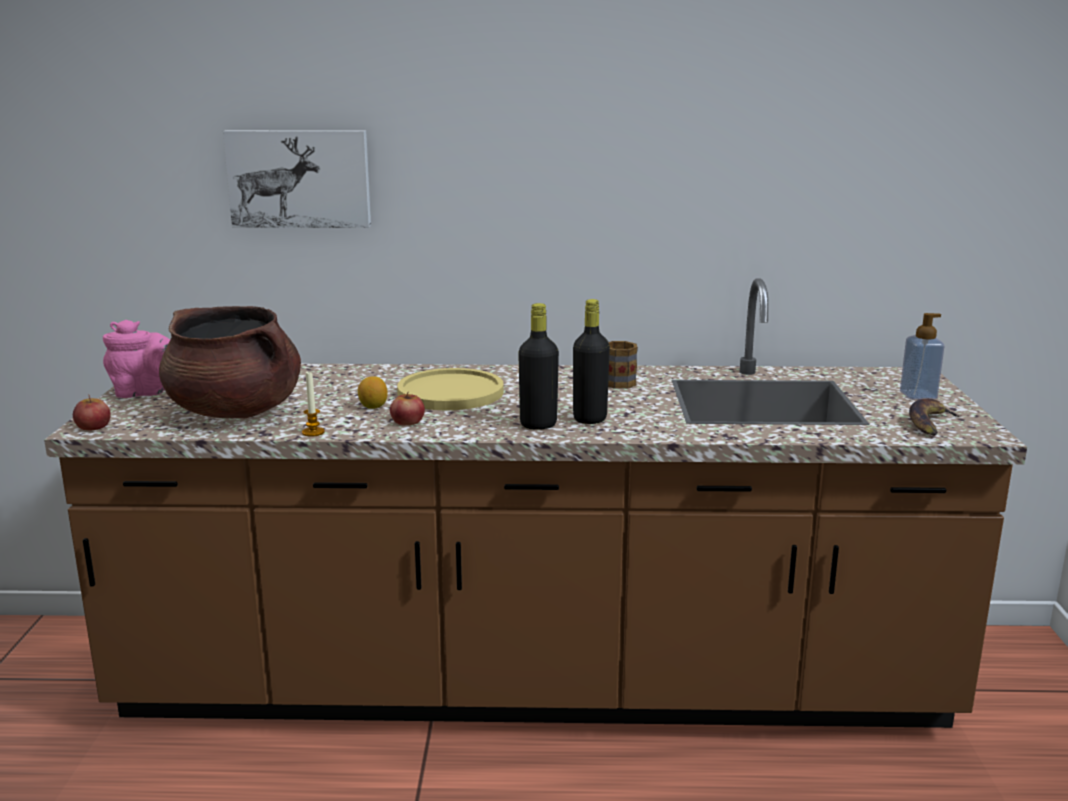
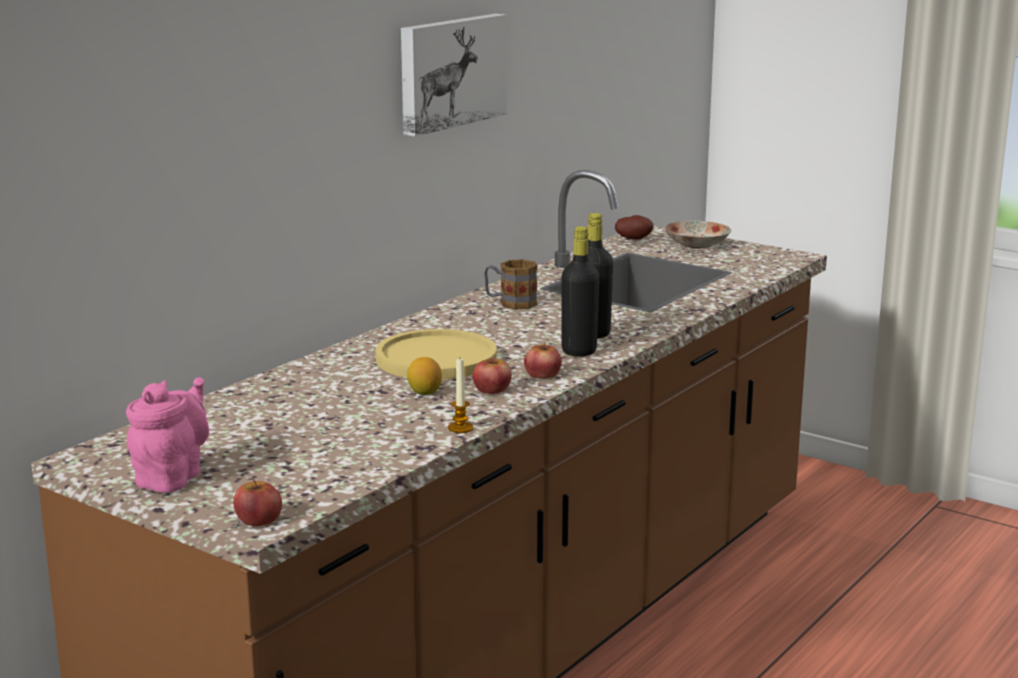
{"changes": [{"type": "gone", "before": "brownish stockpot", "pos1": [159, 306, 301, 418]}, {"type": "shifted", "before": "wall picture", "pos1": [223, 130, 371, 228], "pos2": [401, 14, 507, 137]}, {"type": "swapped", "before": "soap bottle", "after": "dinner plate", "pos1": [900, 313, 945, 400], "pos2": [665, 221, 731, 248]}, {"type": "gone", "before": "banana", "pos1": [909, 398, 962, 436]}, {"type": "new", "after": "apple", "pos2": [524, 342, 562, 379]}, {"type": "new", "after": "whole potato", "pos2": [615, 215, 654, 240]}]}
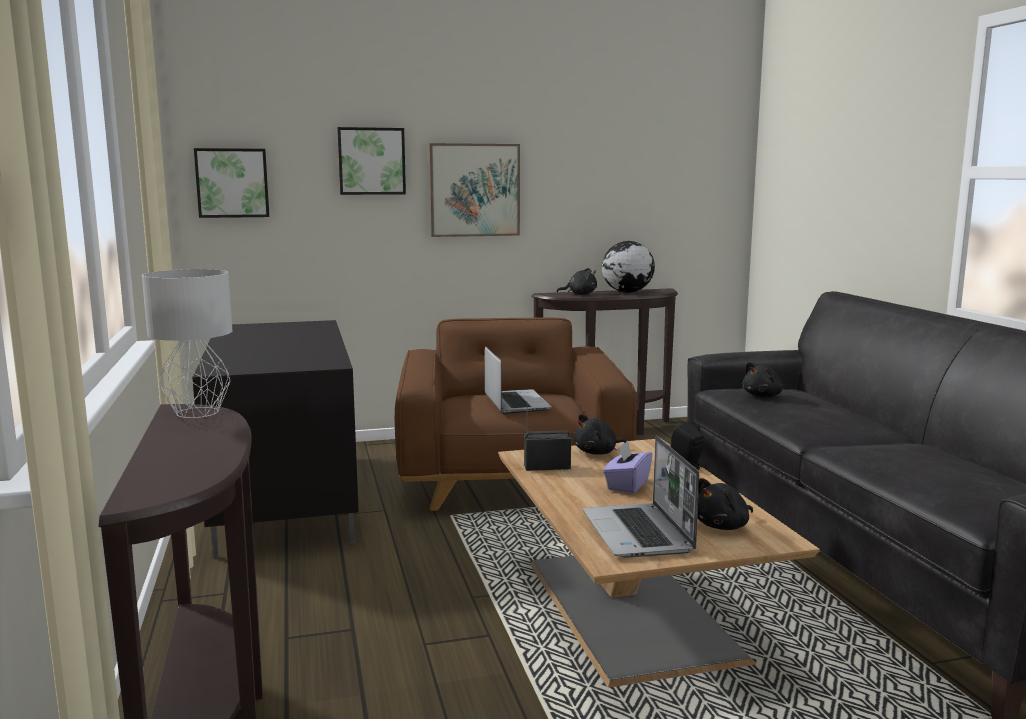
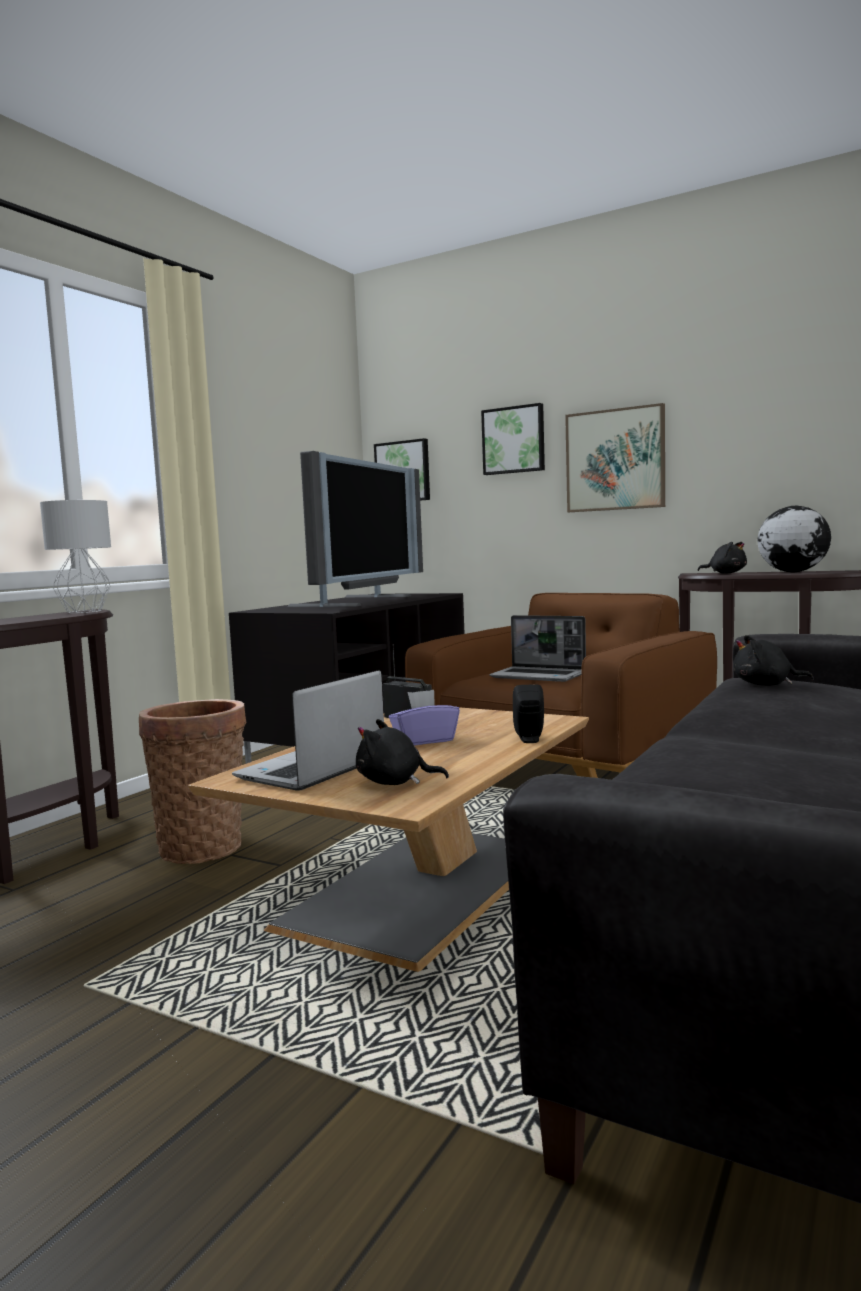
{"changes": [{"type": "rotated", "before": "portable computer", "pos1": [485, 346, 552, 414], "pos2": [489, 615, 586, 682], "turn": 90}, {"type": "gone", "before": "blackish soft toy", "pos1": [574, 414, 627, 455]}, {"type": "new", "after": "storage basket", "pos2": [139, 699, 246, 864]}, {"type": "new", "after": "TV set", "pos2": [288, 451, 423, 607]}]}
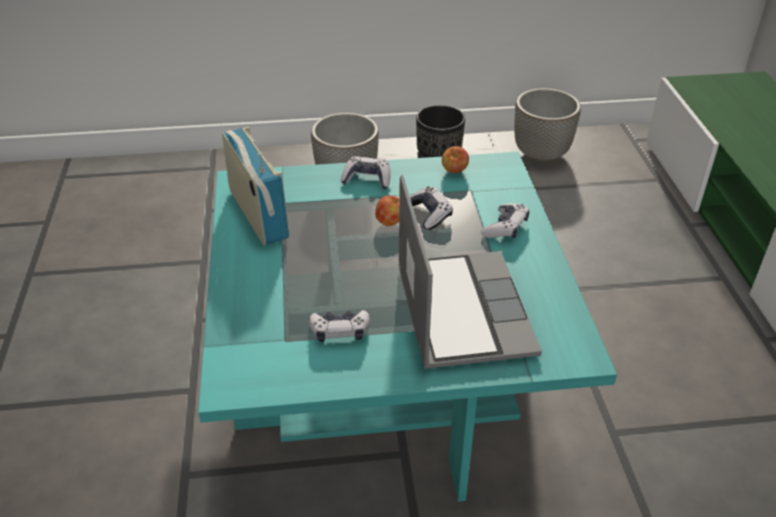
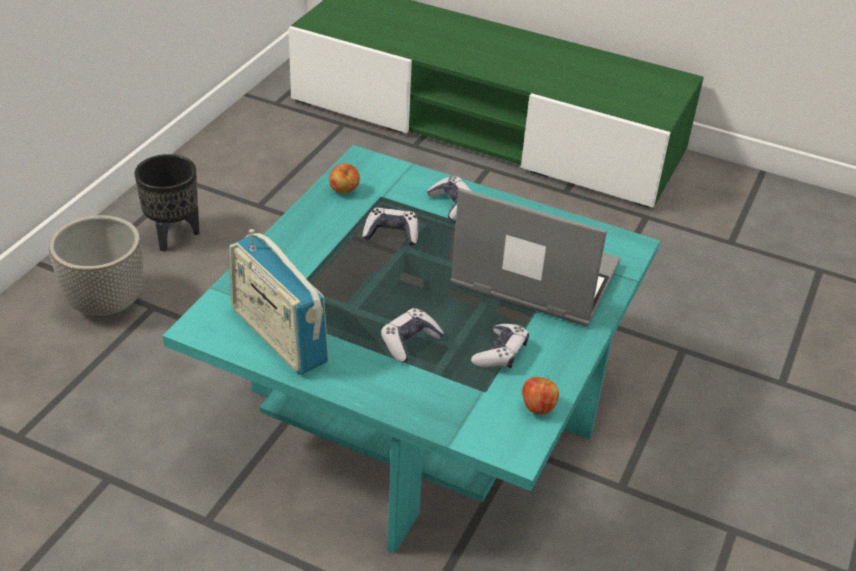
{"changes": [{"type": "rotated", "before": "radio set", "pos1": [222, 127, 289, 245], "pos2": [229, 229, 329, 375], "turn": -135}, {"type": "shifted", "before": "joypad", "pos1": [341, 156, 391, 189], "pos2": [381, 308, 444, 363]}, {"type": "shifted", "before": "apple", "pos1": [375, 195, 399, 226], "pos2": [522, 377, 559, 414]}, {"type": "gone", "before": "flower pot", "pos1": [514, 88, 581, 163]}]}
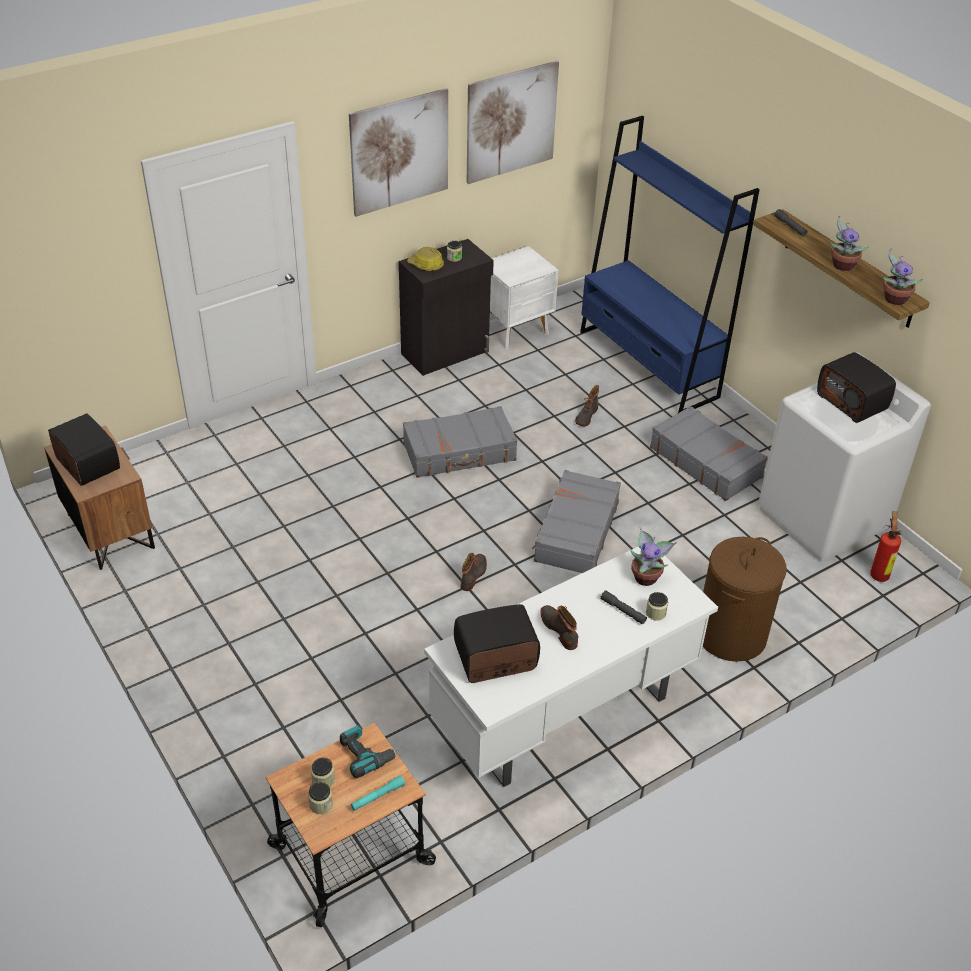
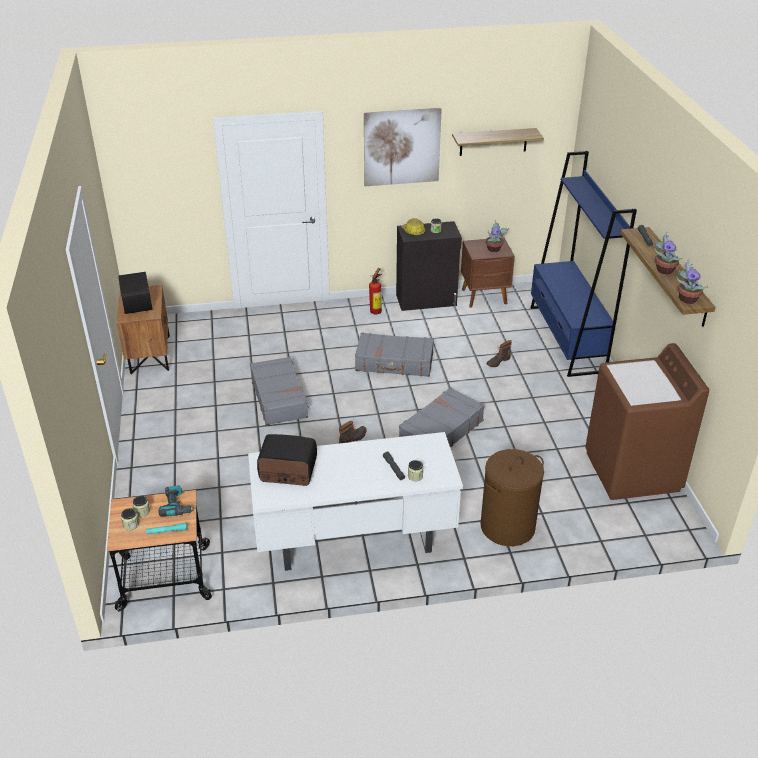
{"changes": [{"type": "swapped", "before": "wall picture", "after": "shelf", "pos1": [467, 61, 559, 184], "pos2": [452, 128, 544, 156]}, {"type": "repainted", "before": "white-coloured bedside table", "after": "brownish bedside table", "pos1": [490, 246, 559, 350], "pos2": [461, 237, 515, 308]}, {"type": "gone", "before": "boot", "pos1": [540, 605, 578, 650]}, {"type": "shifted", "before": "plant in a pot", "pos1": [630, 527, 677, 586], "pos2": [486, 220, 509, 252]}, {"type": "shifted", "before": "greyish piece of luggage", "pos1": [650, 406, 768, 501], "pos2": [250, 356, 310, 425]}, {"type": "repainted", "before": "white-coloured washing machine", "after": "brownish washing machine", "pos1": [758, 352, 931, 562], "pos2": [585, 343, 709, 500]}, {"type": "gone", "before": "radio set", "pos1": [817, 352, 896, 423]}, {"type": "shifted", "before": "extinguisher", "pos1": [870, 511, 902, 582], "pos2": [369, 268, 382, 314]}]}
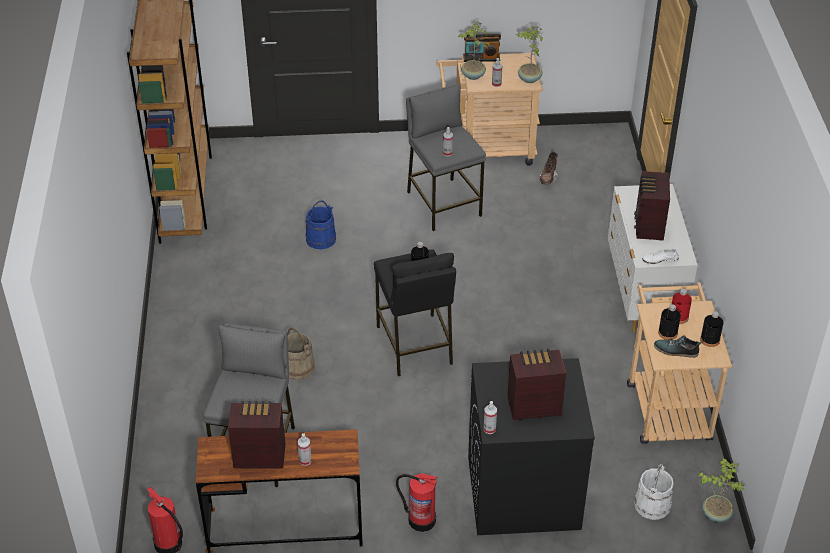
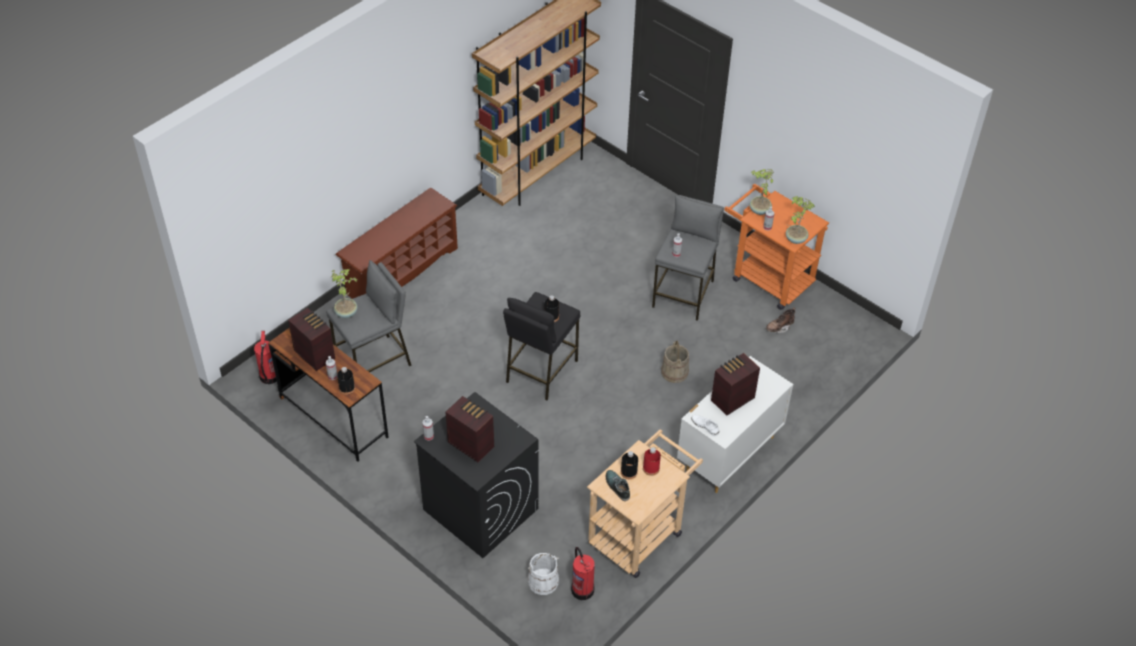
{"changes": [{"type": "shifted", "before": "sand-coloured pail", "pos1": [287, 328, 315, 380], "pos2": [661, 341, 689, 383]}, {"type": "gone", "before": "blue-coloured pail", "pos1": [305, 200, 336, 249]}, {"type": "shifted", "before": "extinguisher", "pos1": [396, 474, 437, 532], "pos2": [571, 547, 595, 600]}, {"type": "repainted", "before": "sand-coloured wheeled cart", "after": "orange-coloured wheeled cart", "pos1": [436, 53, 543, 168], "pos2": [724, 184, 829, 310]}, {"type": "gone", "before": "radio set", "pos1": [463, 34, 501, 62]}, {"type": "shifted", "before": "plant in a pot", "pos1": [698, 458, 745, 523], "pos2": [331, 269, 359, 318]}, {"type": "shifted", "before": "blackish beverage bottle", "pos1": [700, 311, 724, 347], "pos2": [337, 367, 355, 395]}, {"type": "new", "after": "brownish shoe shelf", "pos2": [336, 188, 458, 299]}]}
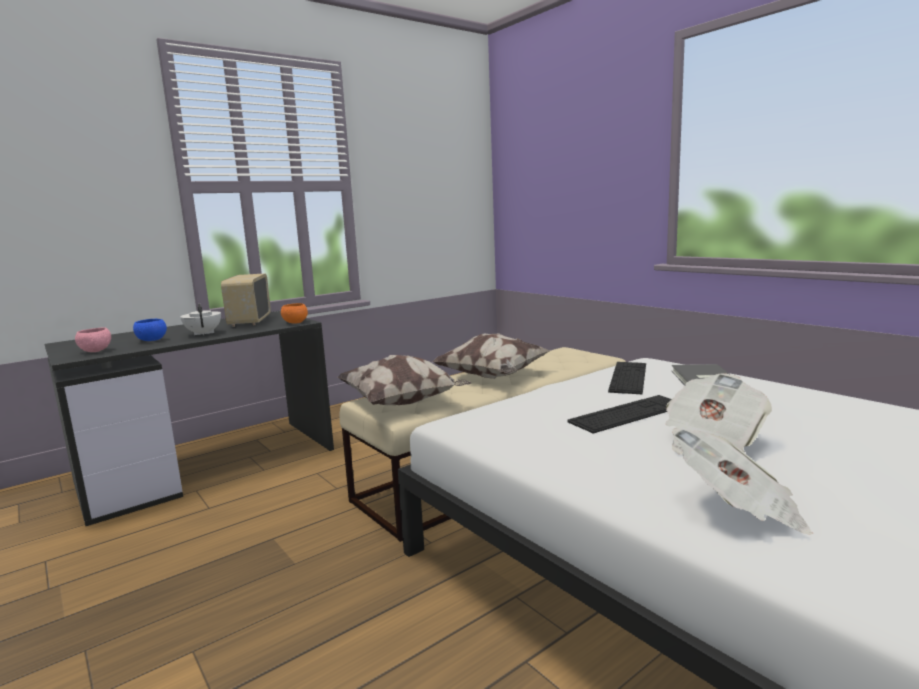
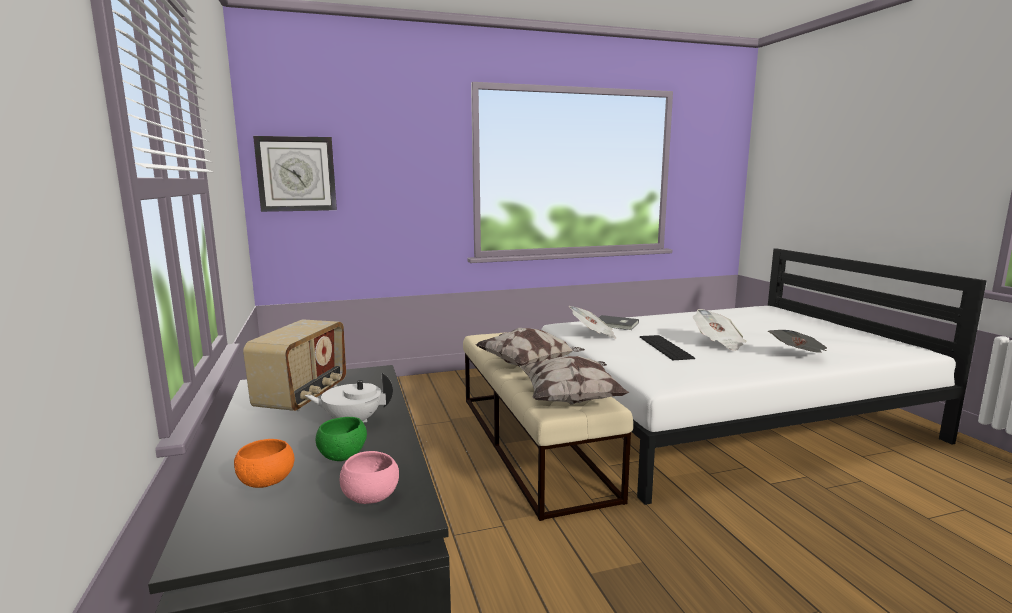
{"changes": [{"type": "repainted", "before": "blue-coloured bowl", "after": "greenish bowl", "pos1": [133, 319, 167, 341], "pos2": [316, 417, 367, 461]}, {"type": "rotated", "before": "radio set", "pos1": [221, 273, 271, 327], "pos2": [243, 319, 346, 411], "turn": -90}, {"type": "shifted", "before": "orange-coloured bowl", "pos1": [281, 303, 308, 324], "pos2": [234, 439, 295, 488]}, {"type": "swapped", "before": "keyboard", "after": "daily paper", "pos1": [608, 362, 646, 394], "pos2": [569, 306, 617, 339]}, {"type": "new", "after": "wall clock", "pos2": [253, 136, 337, 212]}]}
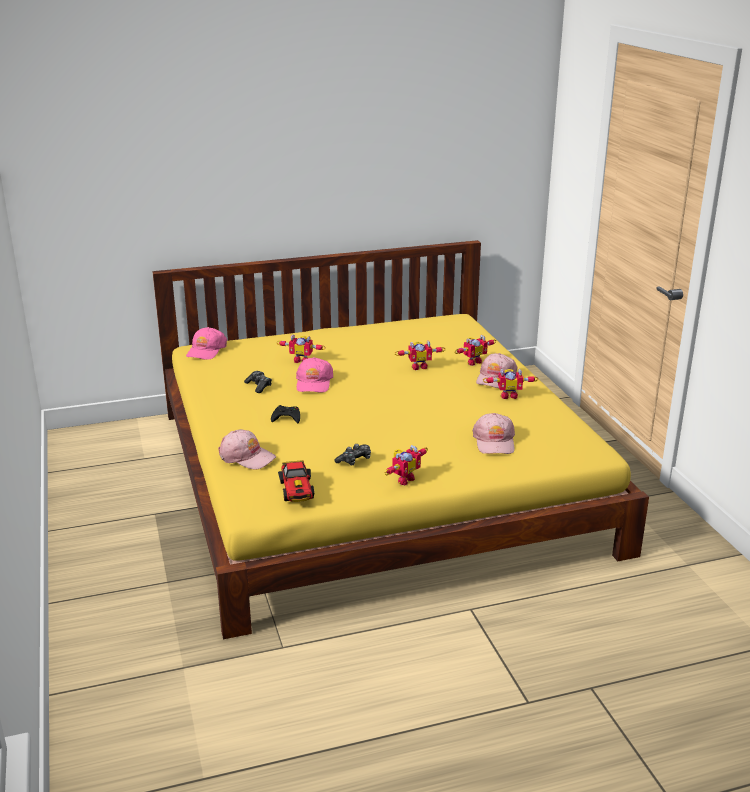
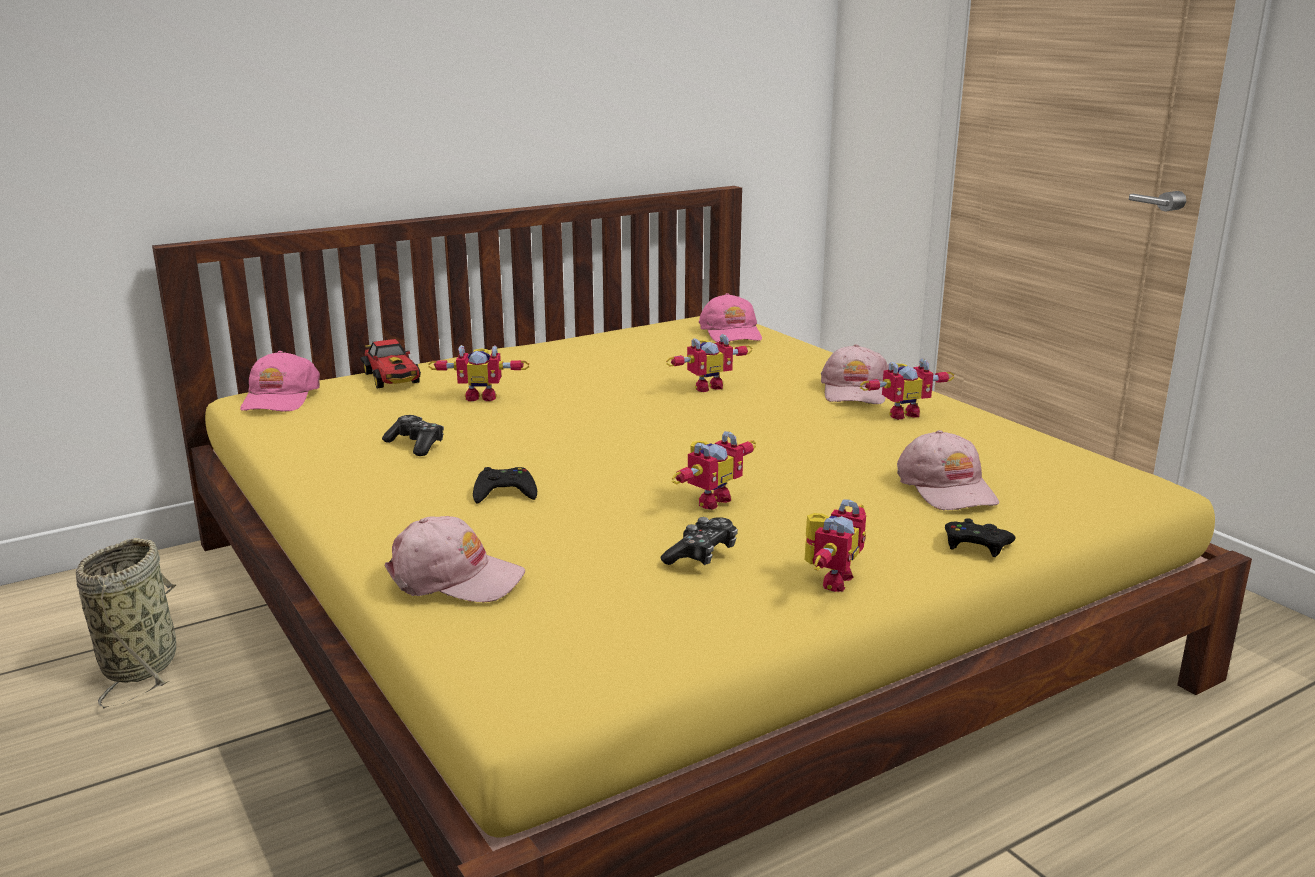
{"changes": [{"type": "shifted", "before": "toy car", "pos1": [278, 460, 314, 502], "pos2": [360, 339, 421, 388]}, {"type": "shifted", "before": "pink-coloured peaked cap", "pos1": [296, 357, 333, 393], "pos2": [699, 293, 762, 342]}, {"type": "shifted", "before": "toy robot", "pos1": [455, 335, 496, 366], "pos2": [672, 431, 756, 510]}, {"type": "new", "after": "storage basket", "pos2": [76, 538, 176, 709]}, {"type": "new", "after": "blackish joypad", "pos2": [945, 518, 1016, 557]}]}
